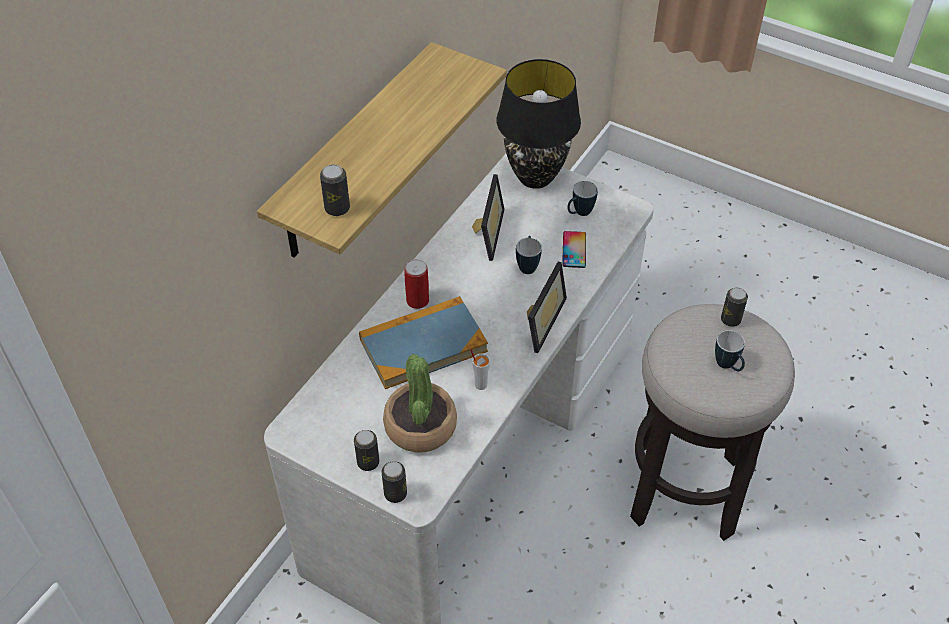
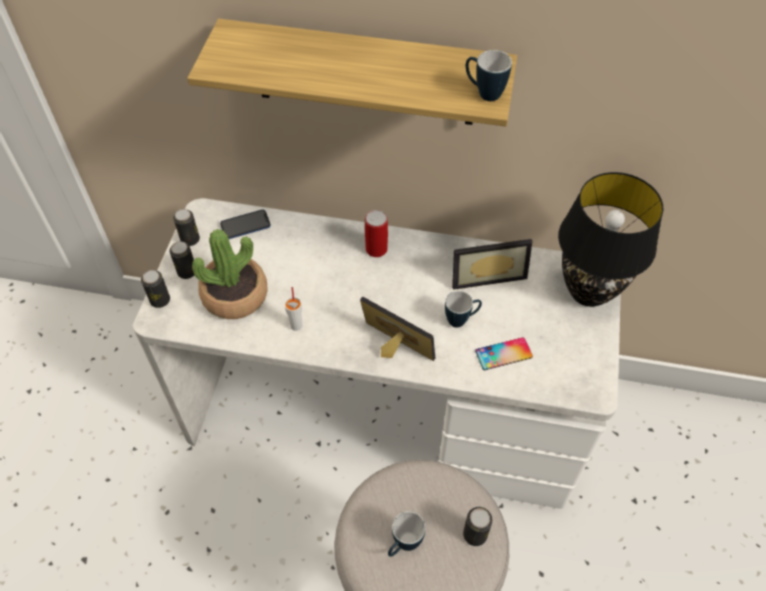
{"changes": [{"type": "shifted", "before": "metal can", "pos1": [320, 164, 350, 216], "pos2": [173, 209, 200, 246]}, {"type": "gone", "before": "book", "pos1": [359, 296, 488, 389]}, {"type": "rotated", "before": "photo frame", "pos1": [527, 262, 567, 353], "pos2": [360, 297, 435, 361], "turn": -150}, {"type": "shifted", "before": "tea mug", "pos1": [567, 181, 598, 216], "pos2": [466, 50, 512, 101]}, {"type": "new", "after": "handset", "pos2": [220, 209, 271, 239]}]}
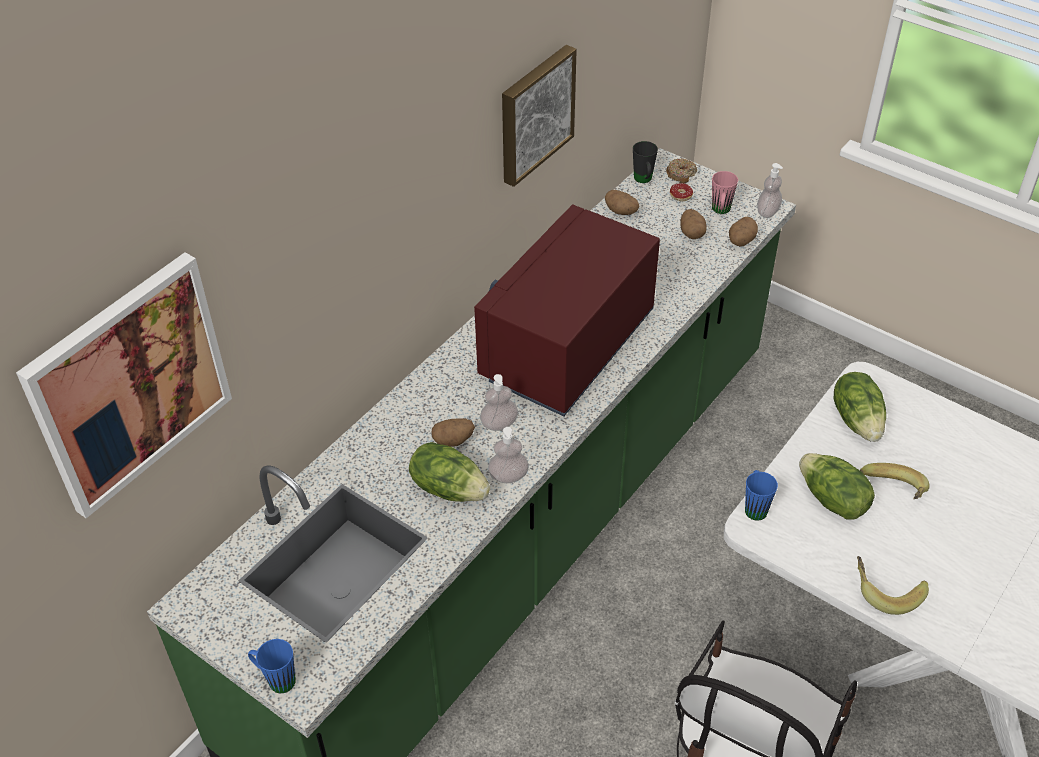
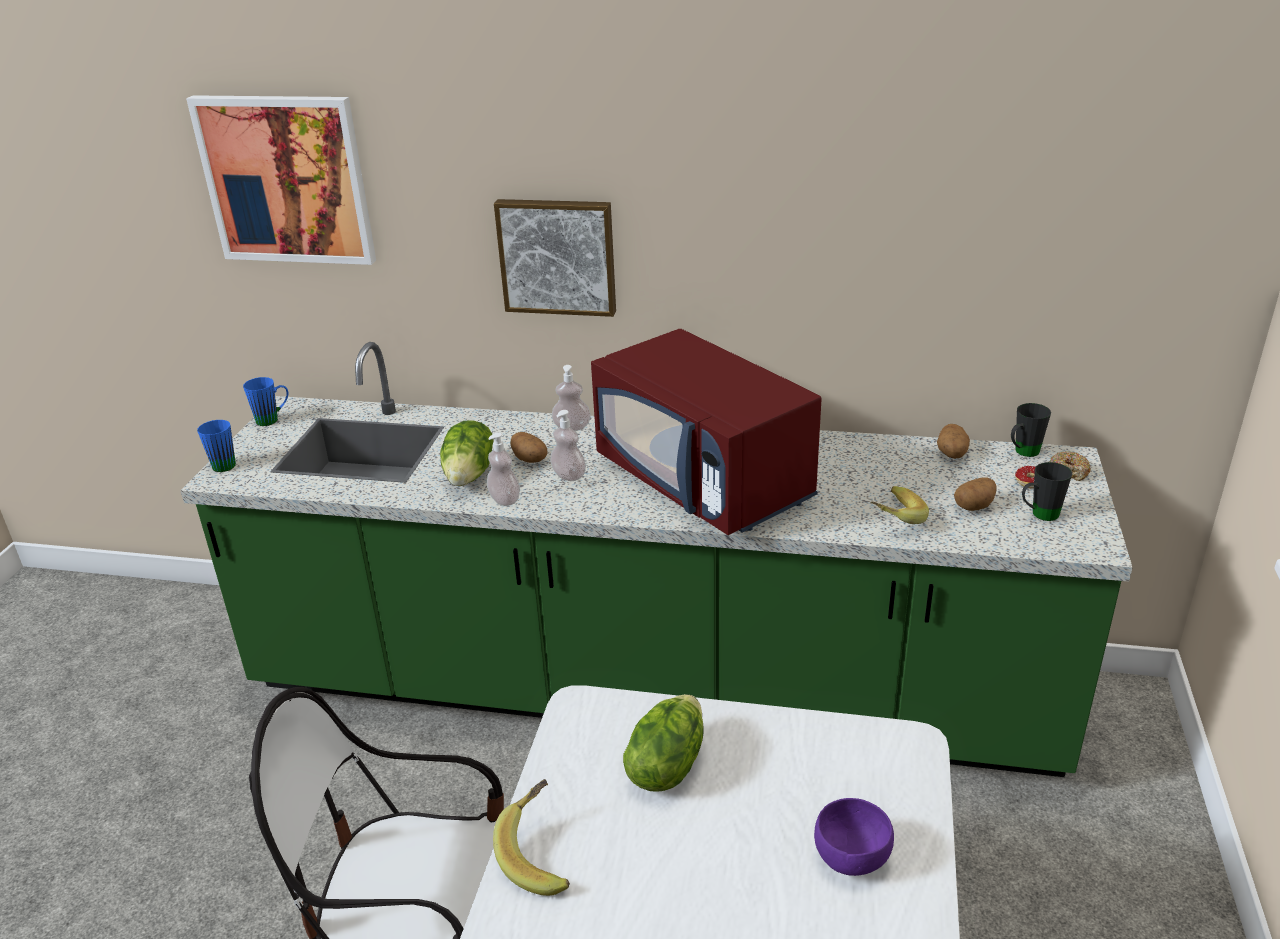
{"changes": [{"type": "rotated", "before": "red kitchen microwave", "pos1": [474, 204, 660, 416], "pos2": [591, 329, 822, 535], "turn": -135}, {"type": "shifted", "before": "wall picture", "pos1": [502, 45, 577, 187], "pos2": [494, 199, 616, 317]}, {"type": "repainted", "before": "pink-coloured tea mug", "after": "blackish tea mug", "pos1": [712, 171, 738, 214], "pos2": [1022, 462, 1072, 521]}, {"type": "gone", "before": "whole potato", "pos1": [729, 216, 758, 247]}, {"type": "shifted", "before": "blue-coloured tea mug", "pos1": [745, 470, 778, 521], "pos2": [243, 377, 289, 426]}, {"type": "shifted", "before": "soap bottle", "pos1": [757, 163, 783, 218], "pos2": [552, 365, 591, 431]}, {"type": "gone", "before": "lettuce head", "pos1": [834, 372, 886, 442]}, {"type": "shifted", "before": "banana", "pos1": [860, 463, 930, 500], "pos2": [871, 486, 929, 524]}, {"type": "new", "after": "purple bowl", "pos2": [814, 798, 894, 876]}]}
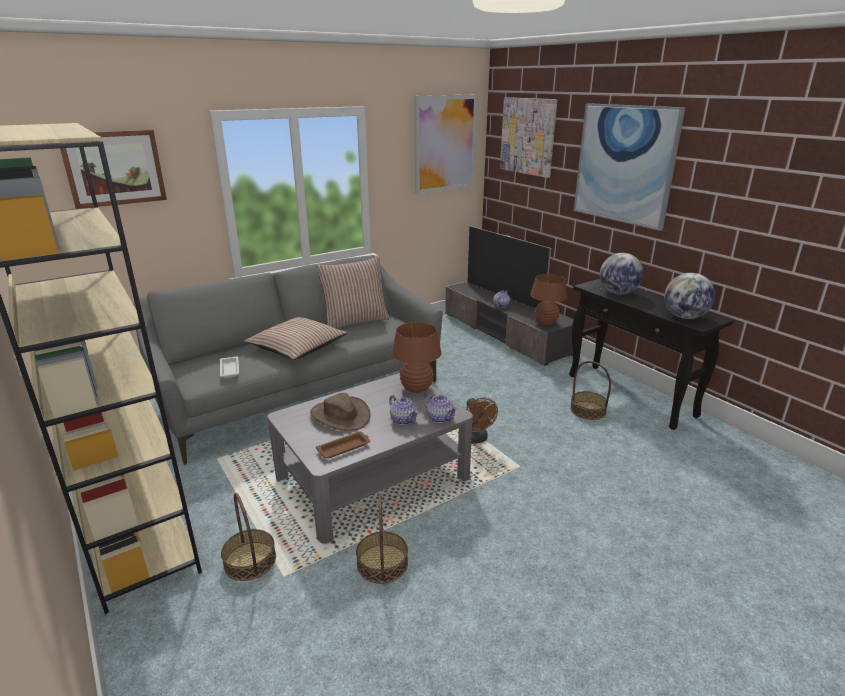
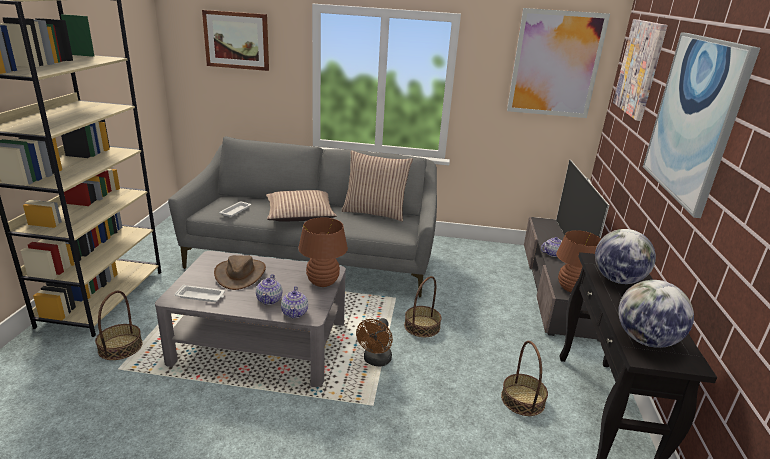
{"changes": [{"type": "repainted", "before": "brownish carrying tray", "after": "white-coloured carrying tray", "pos1": [316, 431, 370, 459], "pos2": [174, 285, 225, 302]}, {"type": "shifted", "before": "storage basket", "pos1": [356, 494, 408, 584], "pos2": [404, 276, 441, 337]}]}
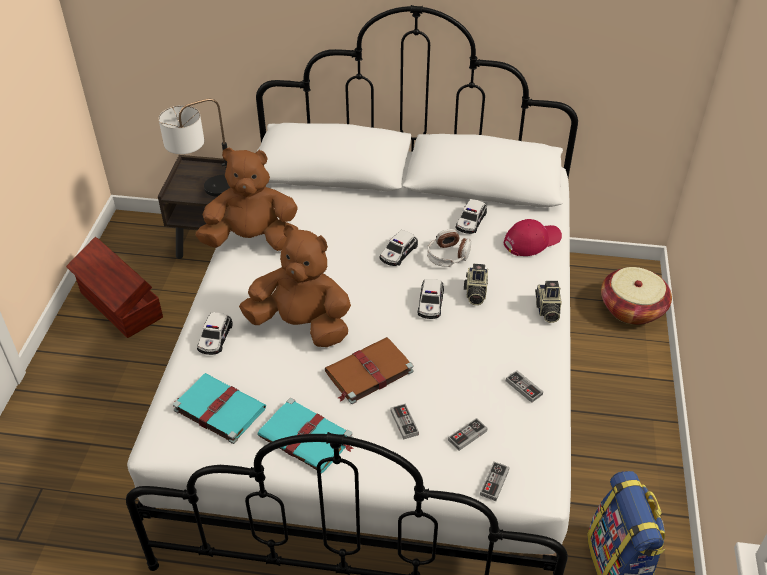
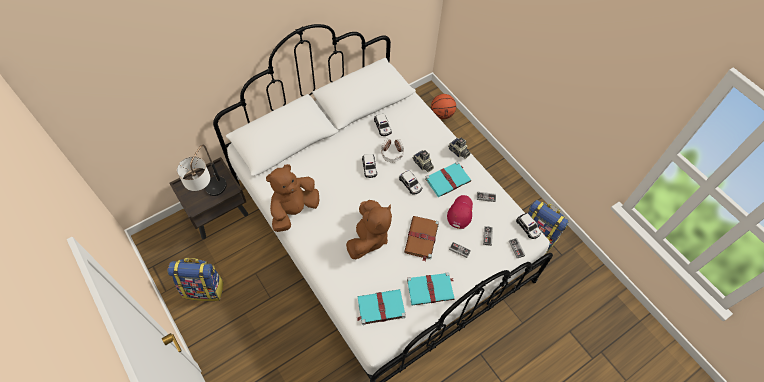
{"changes": [{"type": "swapped", "before": "brownish storage container", "after": "rucksack", "pos1": [66, 237, 163, 338], "pos2": [167, 258, 224, 301]}, {"type": "shifted", "before": "toy car", "pos1": [197, 312, 233, 355], "pos2": [516, 213, 541, 239]}, {"type": "rotated", "before": "brownish soft toy", "pos1": [239, 225, 351, 347], "pos2": [346, 200, 392, 259], "turn": 135}, {"type": "shifted", "before": "red peaked cap", "pos1": [504, 219, 562, 256], "pos2": [447, 195, 473, 229]}, {"type": "swapped", "before": "storage basket", "after": "ball for basketball", "pos1": [601, 267, 672, 325], "pos2": [431, 94, 456, 119]}, {"type": "new", "after": "turquoise-coloured book", "pos2": [425, 161, 471, 197]}]}
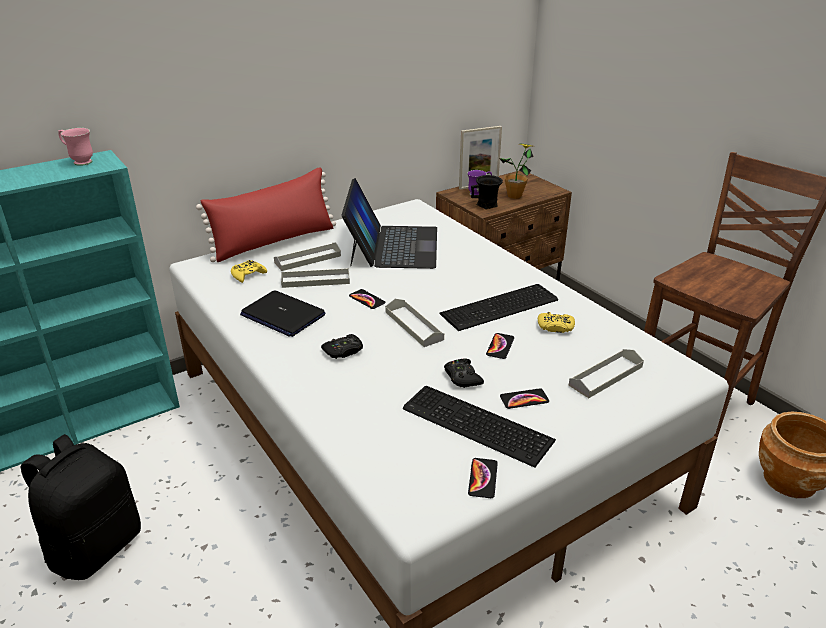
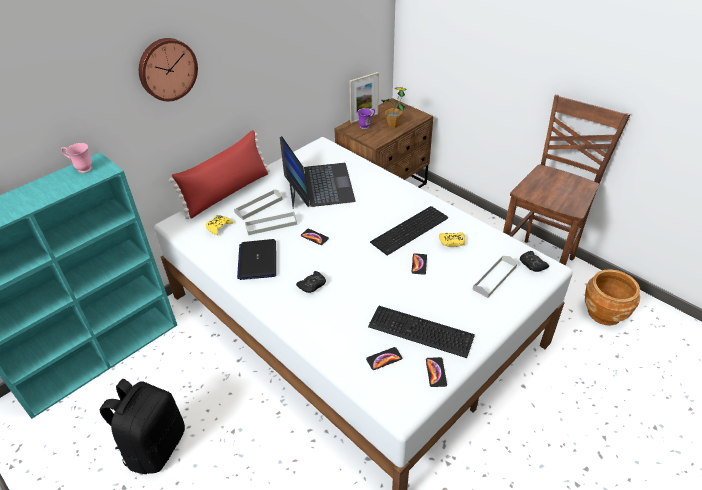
{"changes": [{"type": "rotated", "before": "portable computer", "pos1": [240, 290, 326, 337], "pos2": [237, 239, 276, 280], "turn": 60}, {"type": "gone", "before": "greyish carrying tray", "pos1": [385, 299, 444, 347]}, {"type": "shifted", "before": "blackish joypad", "pos1": [444, 358, 484, 388], "pos2": [520, 251, 549, 272]}, {"type": "gone", "before": "blackish tea mug", "pos1": [471, 175, 503, 209]}, {"type": "shifted", "before": "handset", "pos1": [500, 388, 549, 409], "pos2": [366, 347, 402, 370]}, {"type": "new", "after": "wall clock", "pos2": [139, 38, 198, 101]}]}
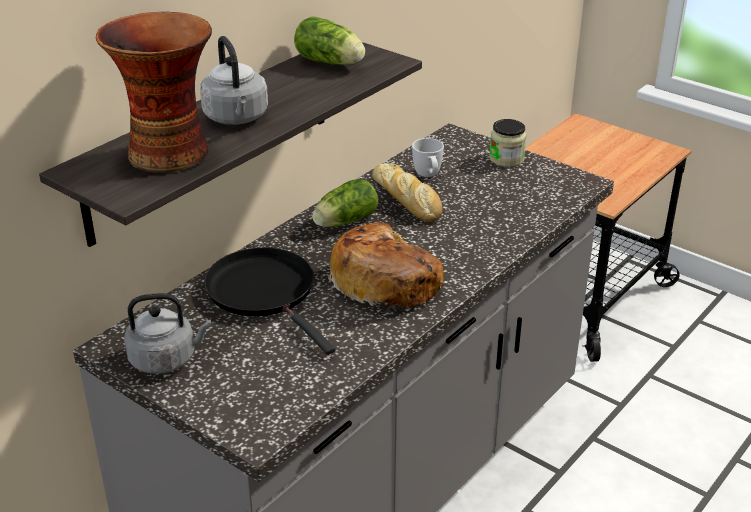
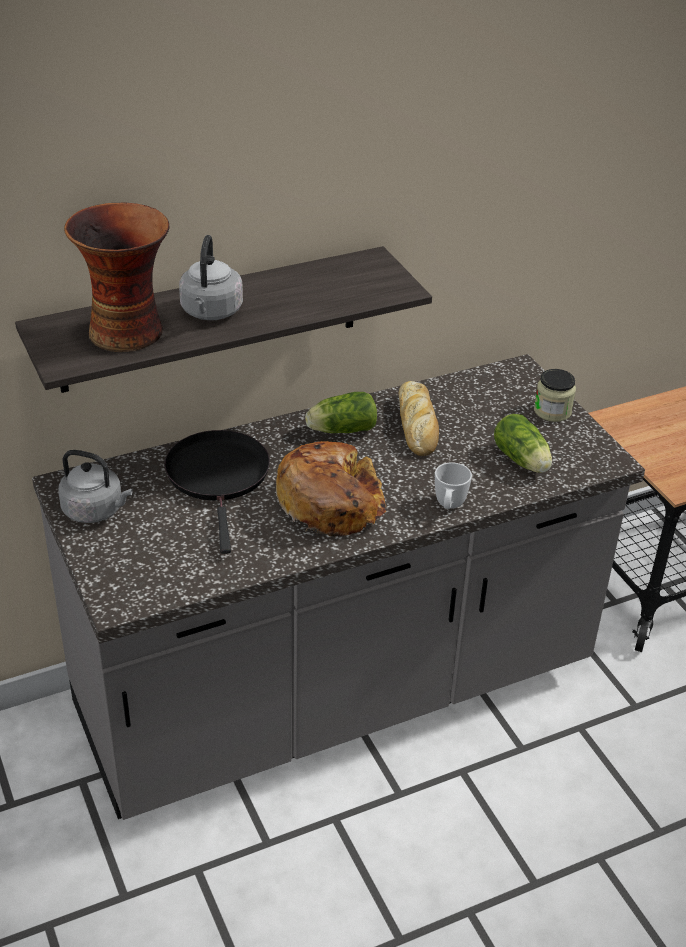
{"changes": [{"type": "shifted", "before": "lettuce head", "pos1": [294, 16, 365, 65], "pos2": [494, 414, 552, 473]}, {"type": "shifted", "before": "white-coloured tea mug", "pos1": [412, 138, 444, 177], "pos2": [435, 462, 472, 509]}]}
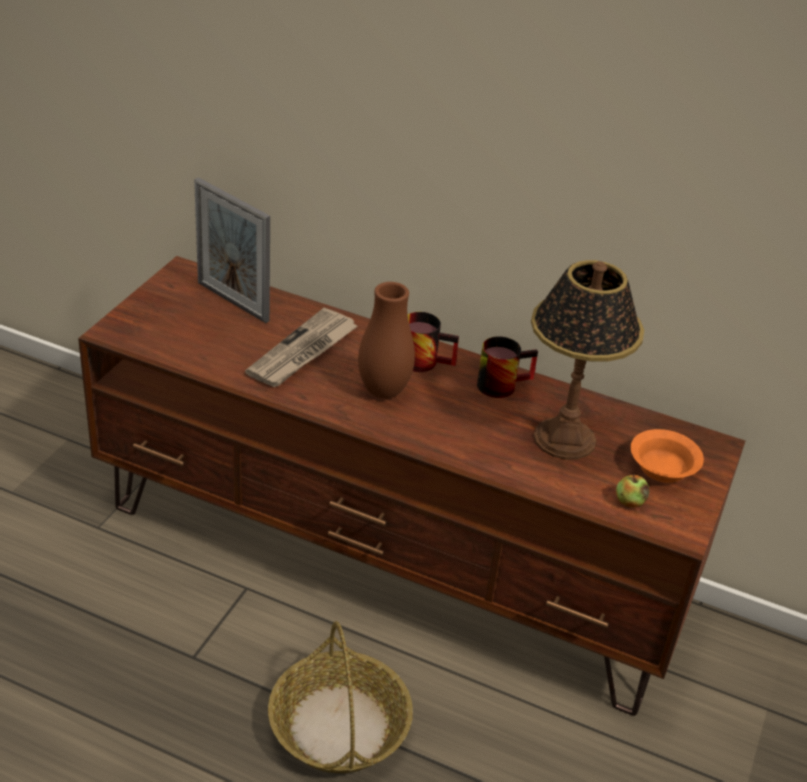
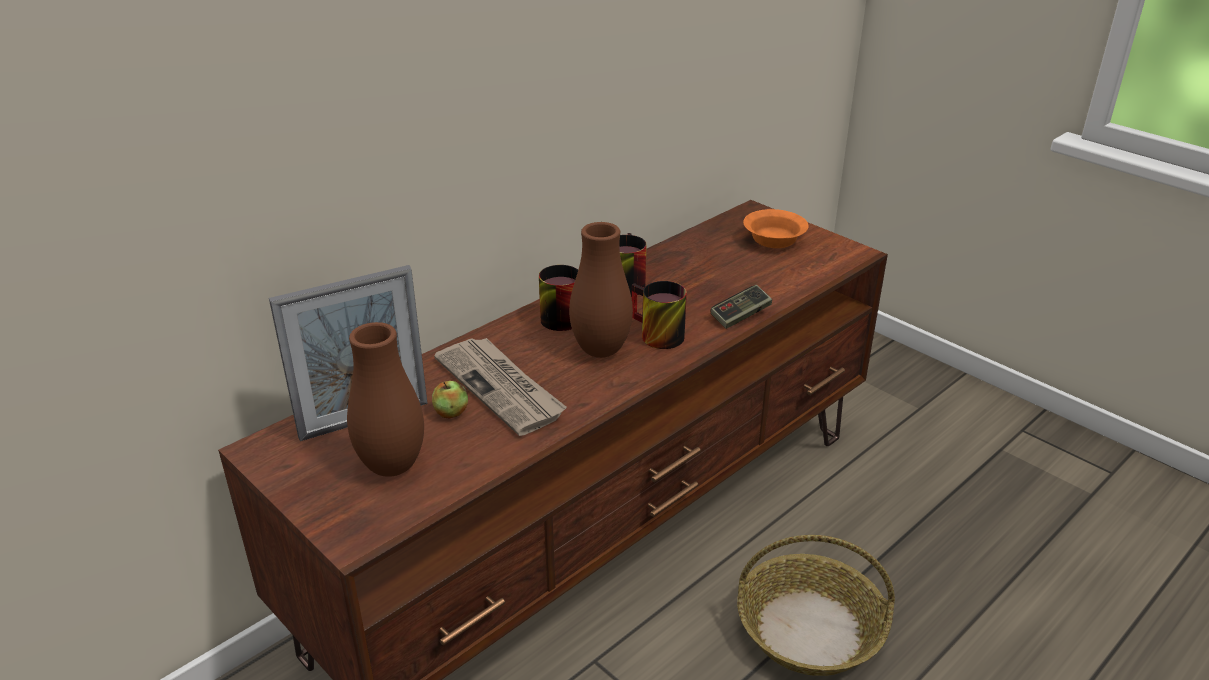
{"changes": [{"type": "gone", "before": "lamp for a table", "pos1": [531, 260, 644, 460]}, {"type": "shifted", "before": "apple", "pos1": [616, 474, 649, 508], "pos2": [432, 381, 468, 419]}, {"type": "new", "after": "brownish vase", "pos2": [347, 322, 424, 477]}, {"type": "new", "after": "tea mug", "pos2": [631, 281, 687, 349]}, {"type": "new", "after": "joypad", "pos2": [710, 285, 772, 329]}]}
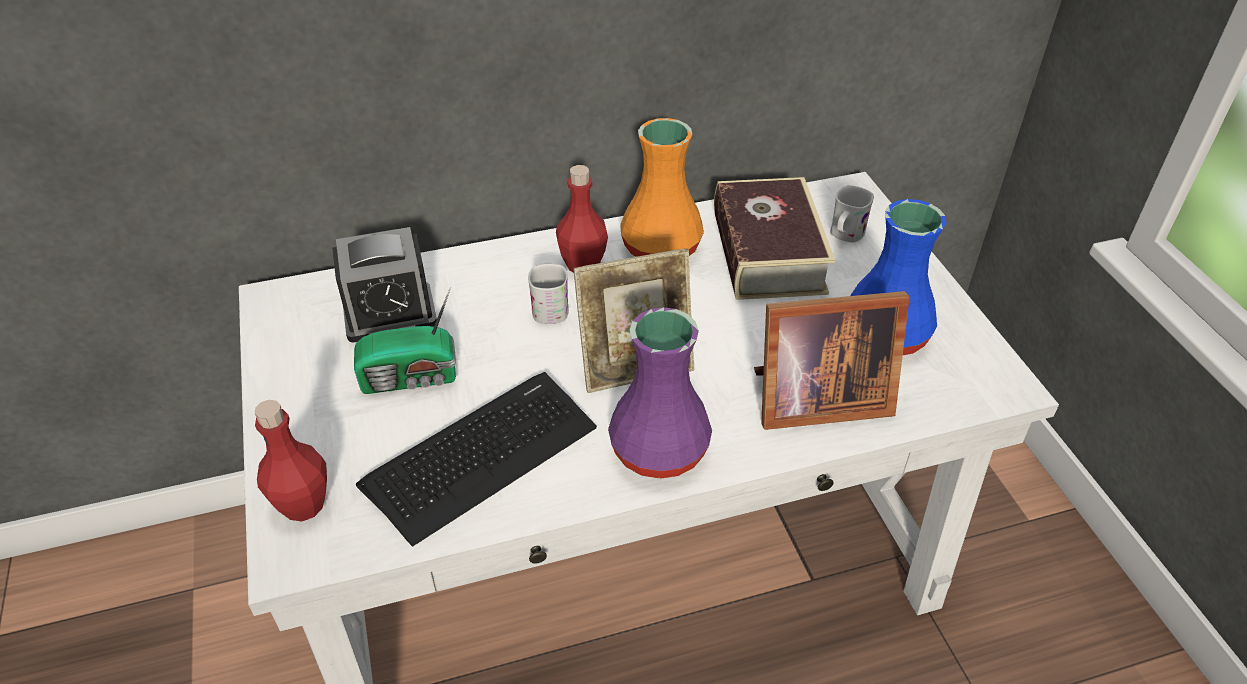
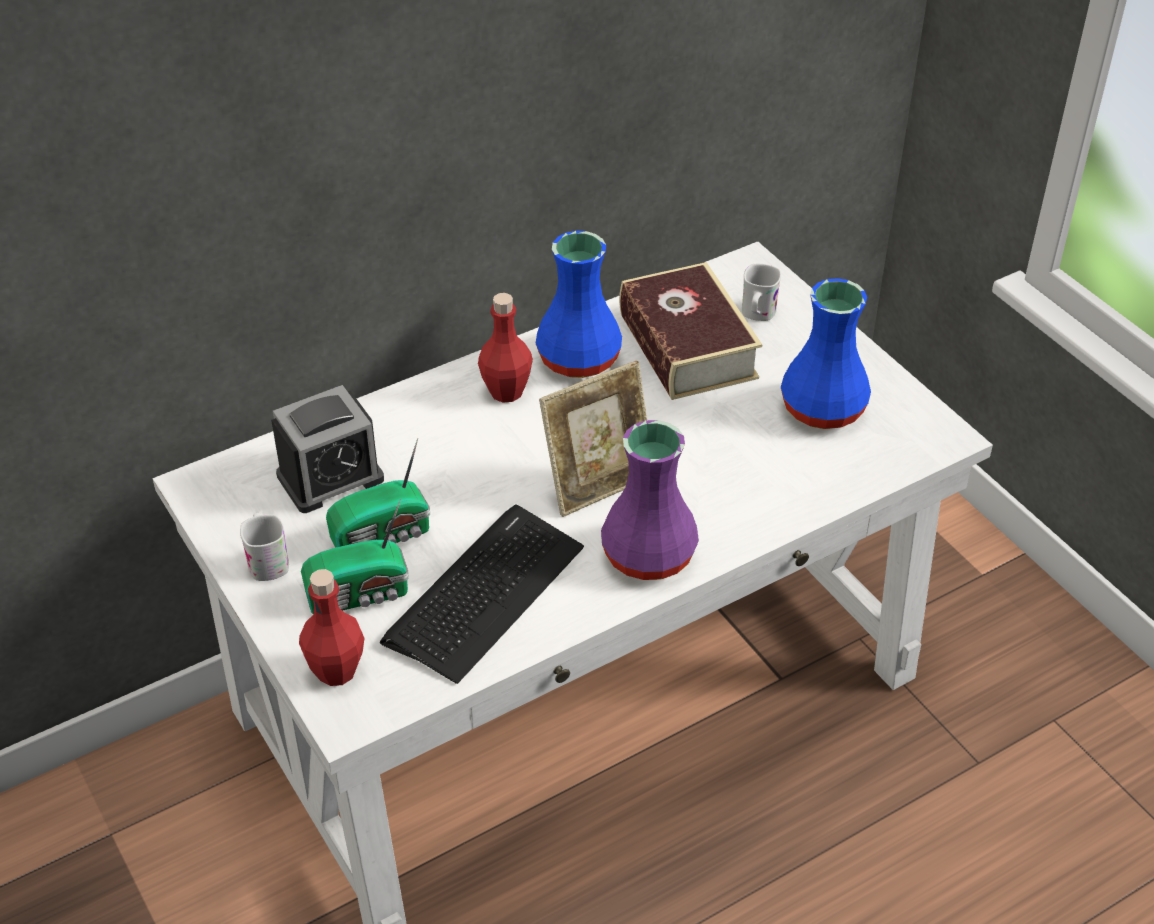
{"changes": [{"type": "shifted", "before": "white-coloured tea mug", "pos1": [528, 262, 569, 324], "pos2": [240, 513, 289, 581]}, {"type": "repainted", "before": "orange-coloured vase", "after": "blue-coloured vase", "pos1": [620, 118, 704, 257], "pos2": [536, 231, 622, 378]}, {"type": "gone", "before": "photo frame", "pos1": [754, 291, 910, 430]}, {"type": "new", "after": "radio set", "pos2": [301, 499, 409, 614]}]}
